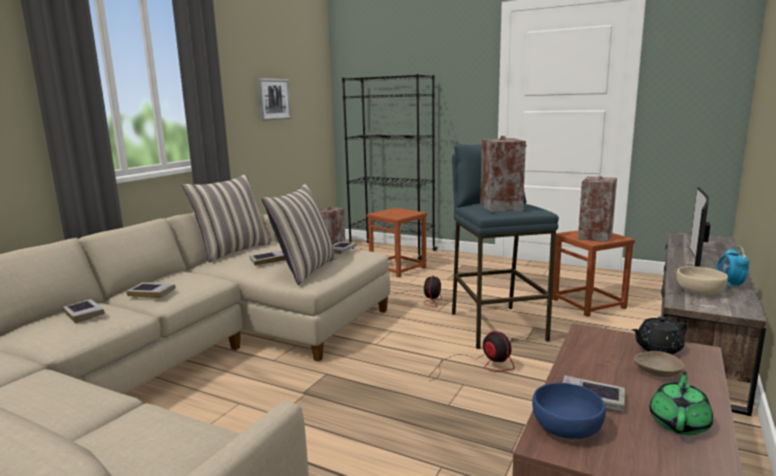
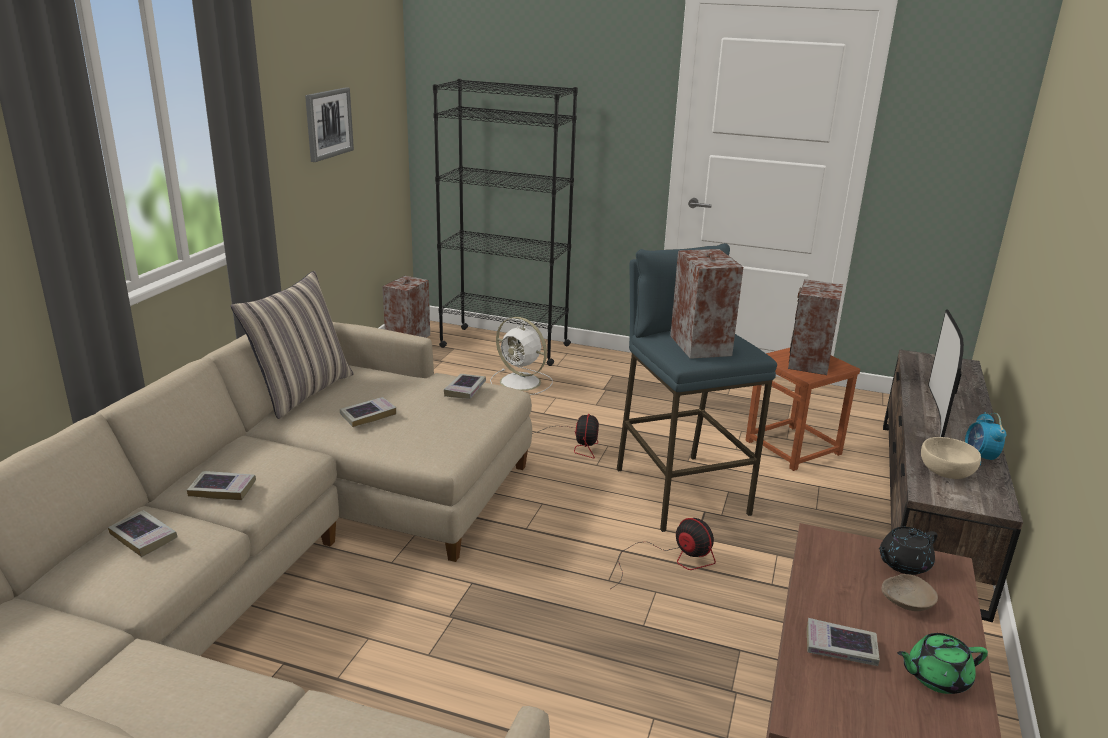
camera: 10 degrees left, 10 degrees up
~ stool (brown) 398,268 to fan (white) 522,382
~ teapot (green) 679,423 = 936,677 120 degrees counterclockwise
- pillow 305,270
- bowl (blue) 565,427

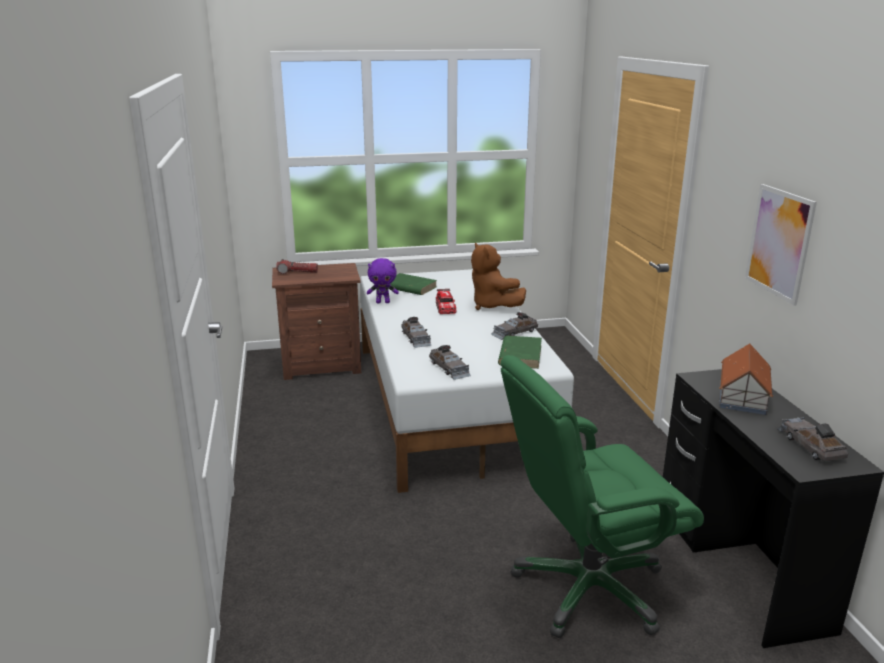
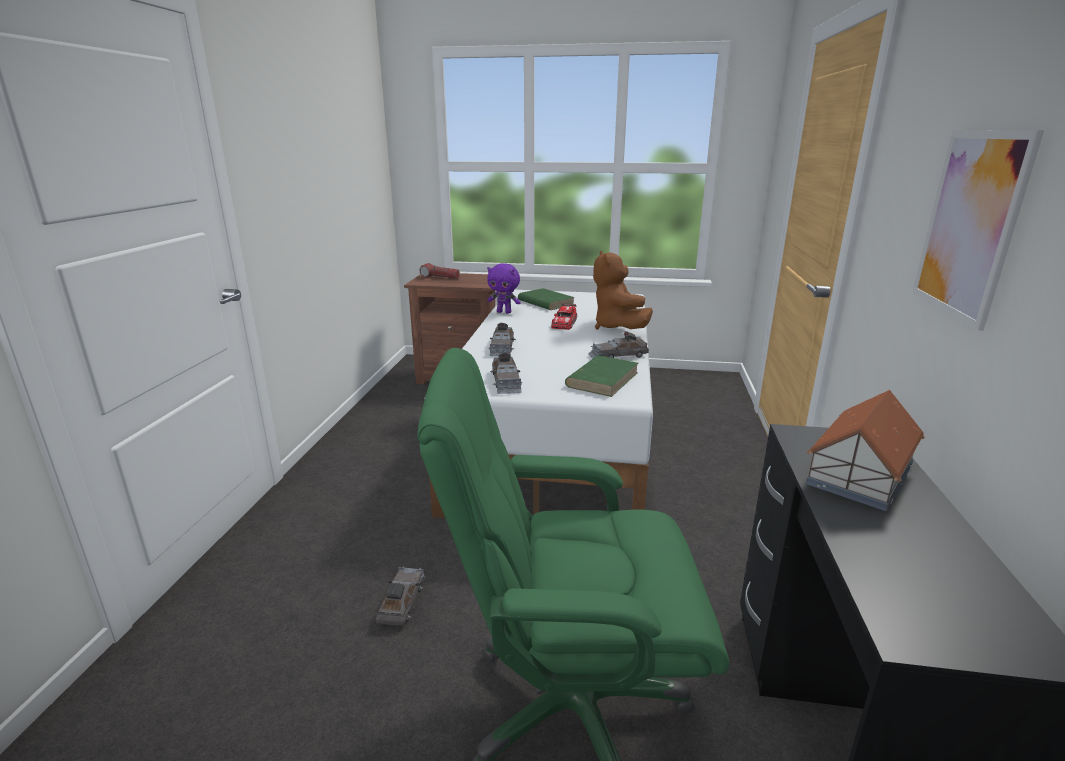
camera: 20 degrees right, 0 degrees up
~ toy car (grey) 810,445 to 402,601

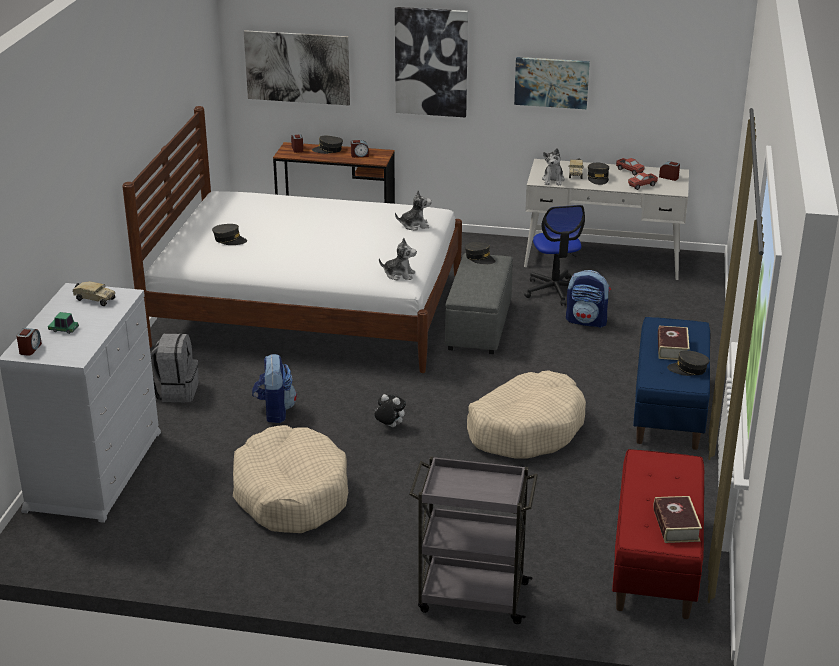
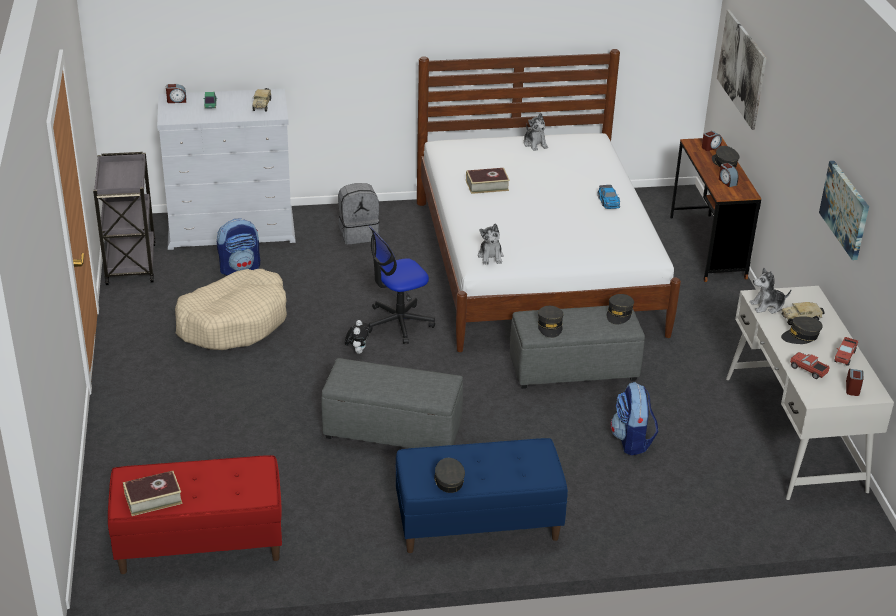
camera: 70 degrees right, 5 degrees up
~ cart (grey) 471,597 to 131,263
~ backpack 275,411 to 240,268
~ dog bed (beige) 526,429 to ottoman (grey) 391,431
~ office chair 555,291 to 398,323
~ book 672,348 to 487,185
~ plush toy 414,225 to 535,144
~ cap (grey) 229,240 to 550,326
+ toy car 608,201
- picture 431,62

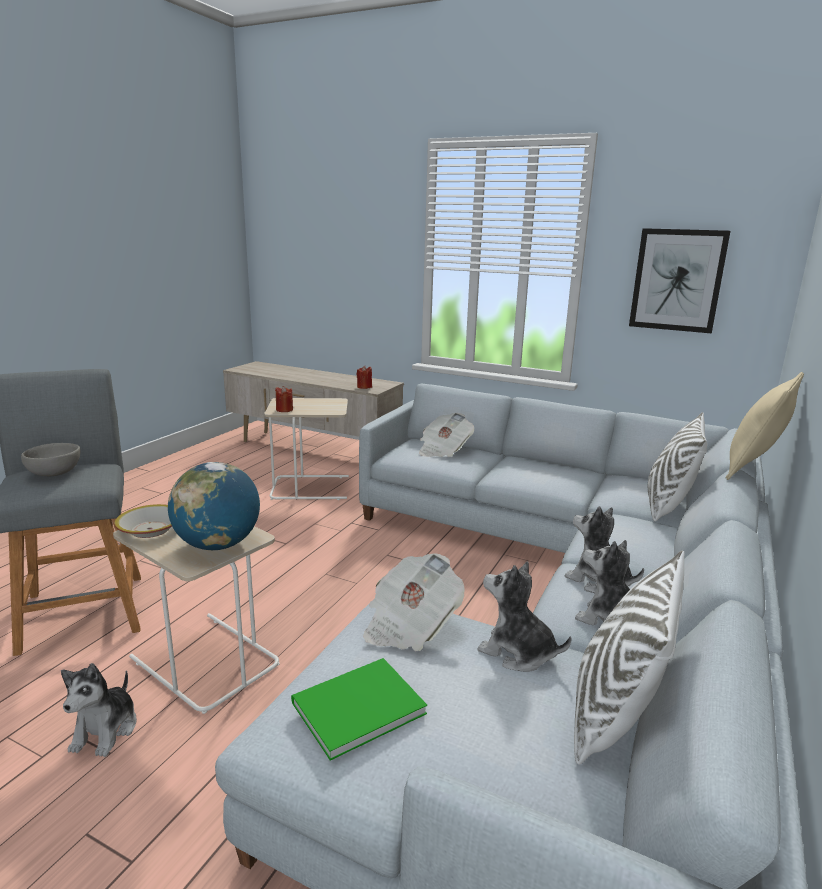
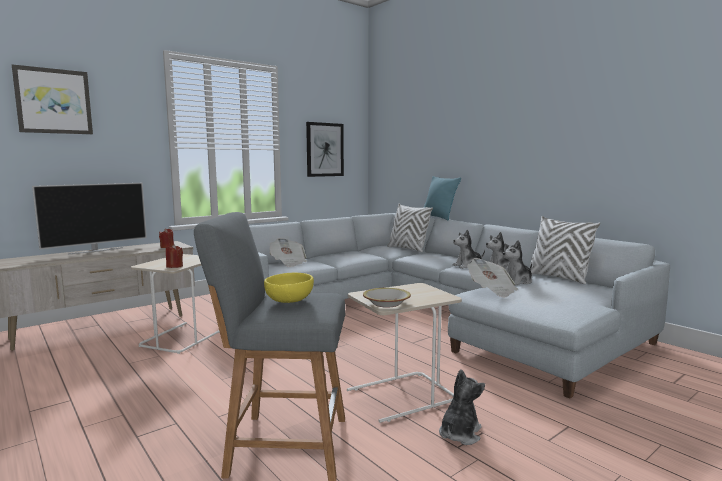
camera: 65 degrees left, 10 degrees down
+ picture 54,101
+ television 96,251
~ bowl (grey) 54,473 to bowl (yellow) 290,301
~ pillow (beige) 753,468 to pillow (turquoise) 438,217
~ plush toy 106,730 = 459,434 90 degrees counterclockwise
- globe 218,545
- book (green) 354,707

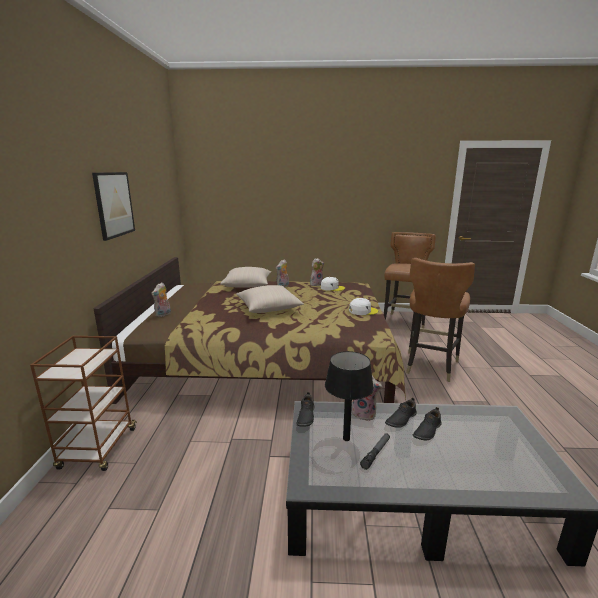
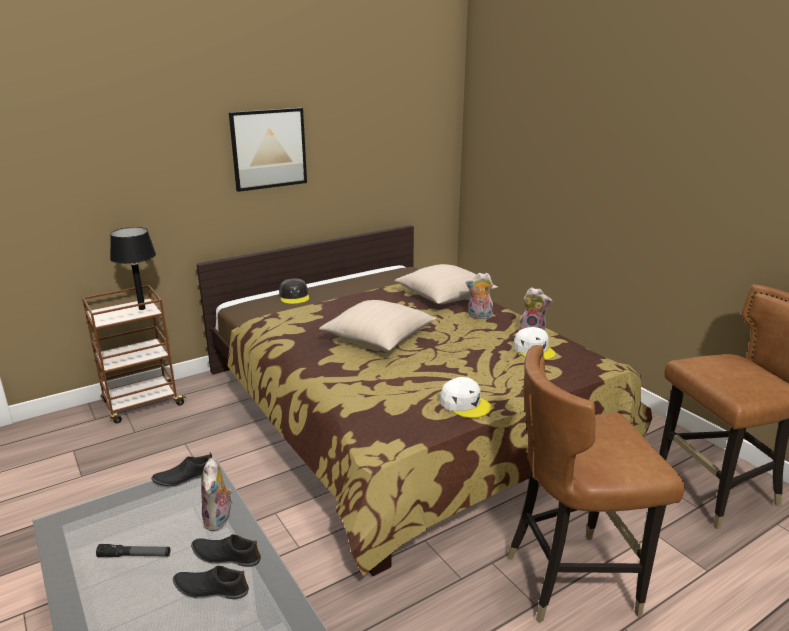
camera: 55 degrees right, 5 degrees up
~ table lamp (black) 346,438 to 142,308
~ plush toy 163,315 to cap (grey) 294,296

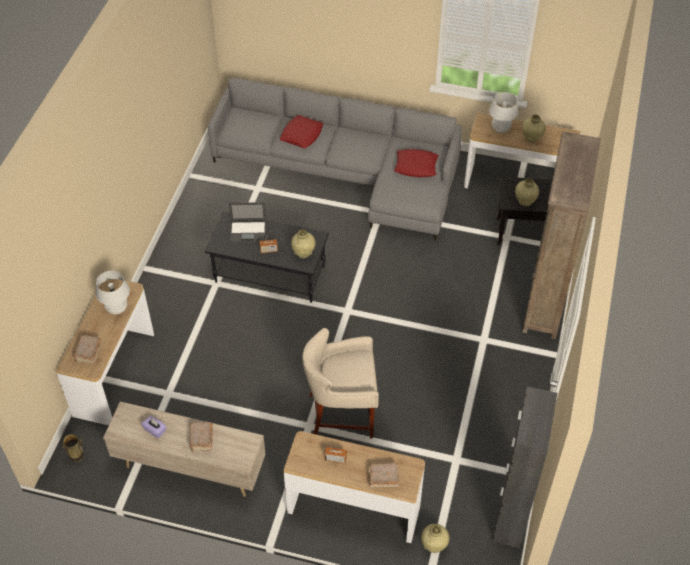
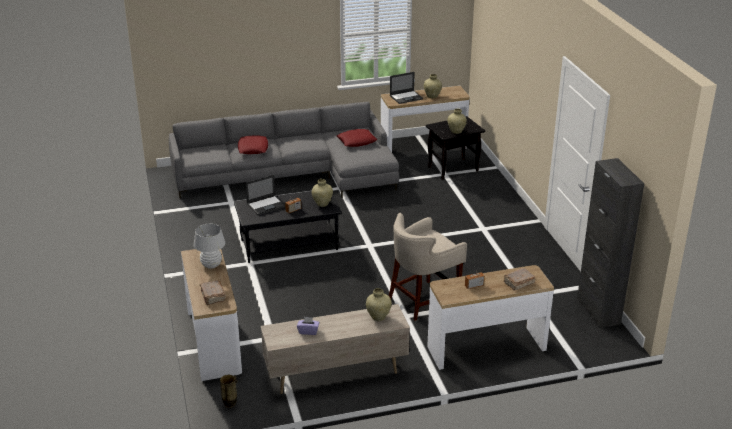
camera: 30 degrees left, 20 degrees down
~ vase (beige) 434,545 to 378,317
~ table lamp (white) 501,129 to laptop 406,97
- book (brown) 201,440
- bookcase (brown) 545,303

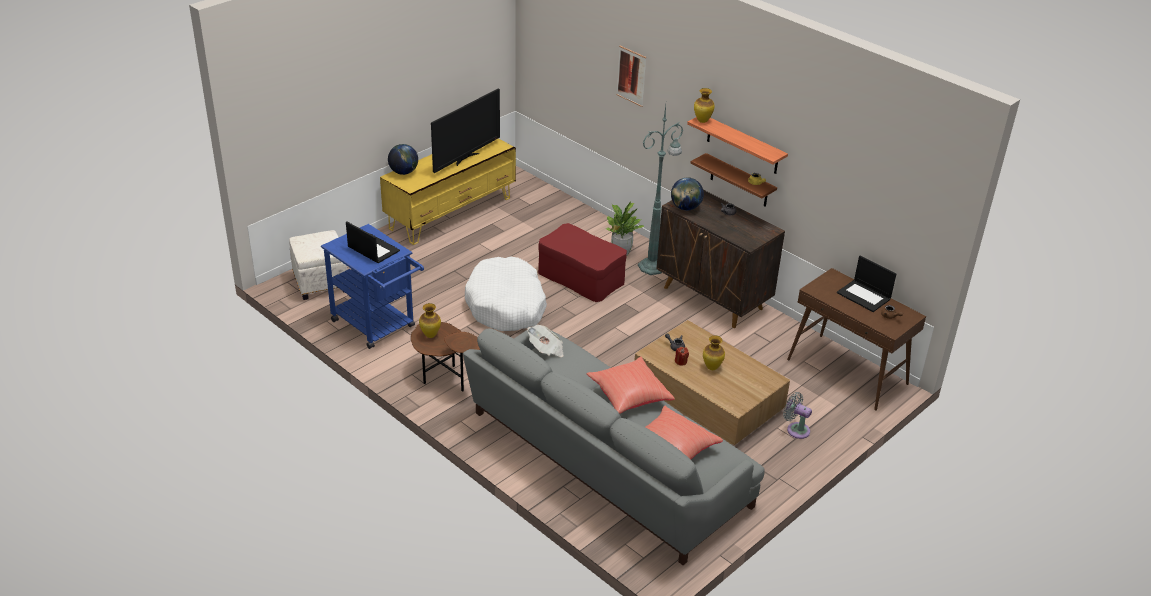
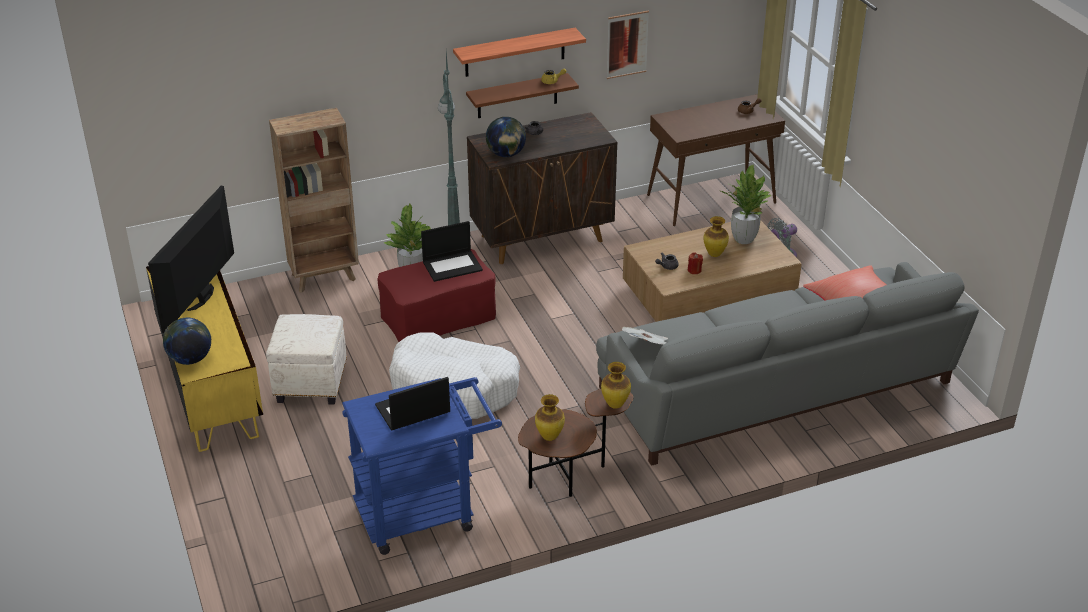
camera: 65 degrees left, 0 degrees up
~ television 465,158 = 203,298 135 degrees counterclockwise
~ ottoman (white) 320,284 to 311,385
+ bookcase (brown) 325,277
~ laptop 864,296 to 452,265
~ vase 702,121 to 615,405
~ picture 631,76 to 627,44
+ potted plant 743,239
- pillow (red) 628,396

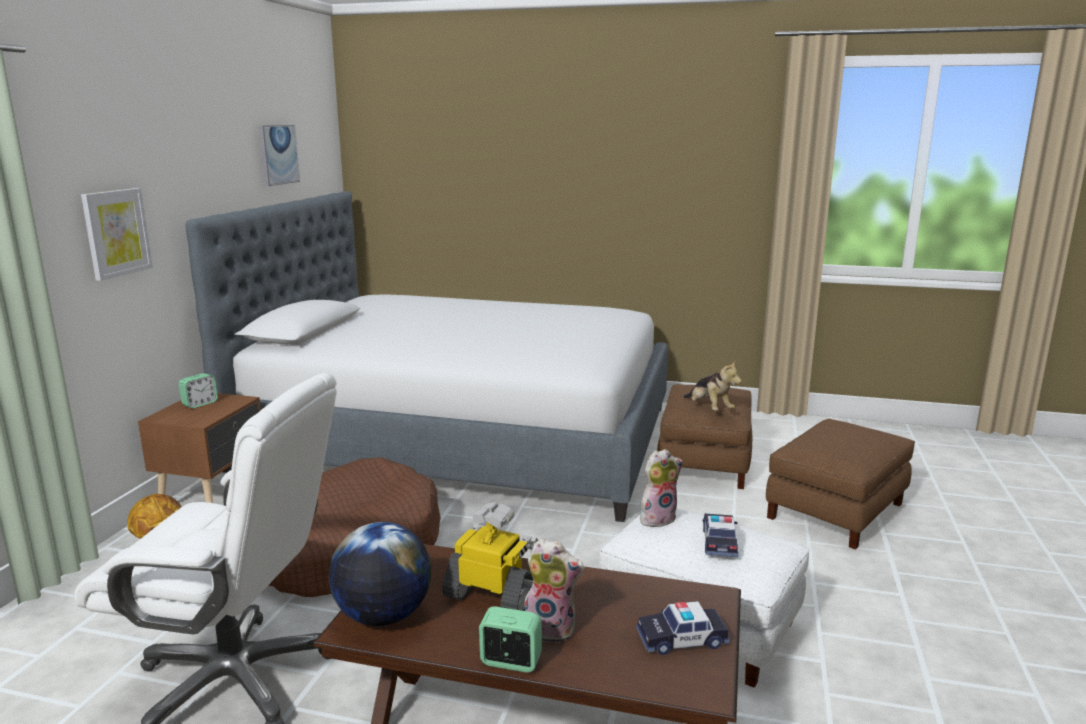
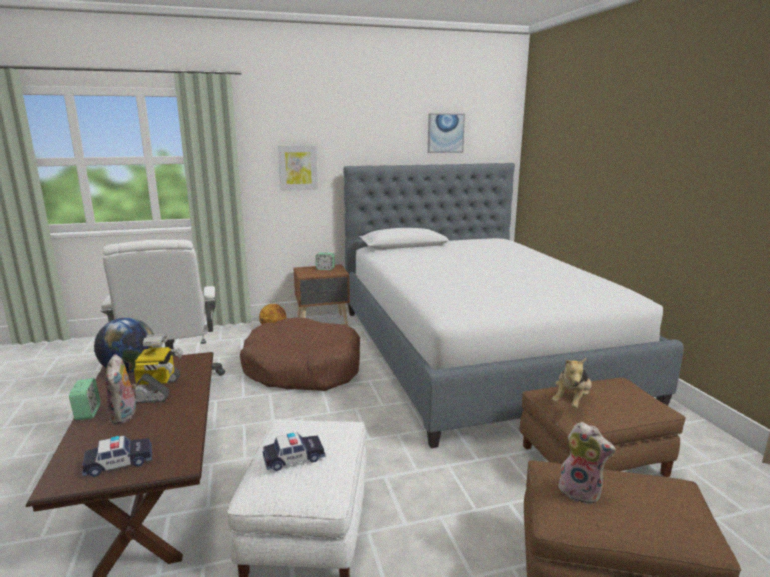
camera: 60 degrees right, 0 degrees up
~ toy car 681,639 = 119,463 105 degrees clockwise
~ plush toy 657,518 to 581,492

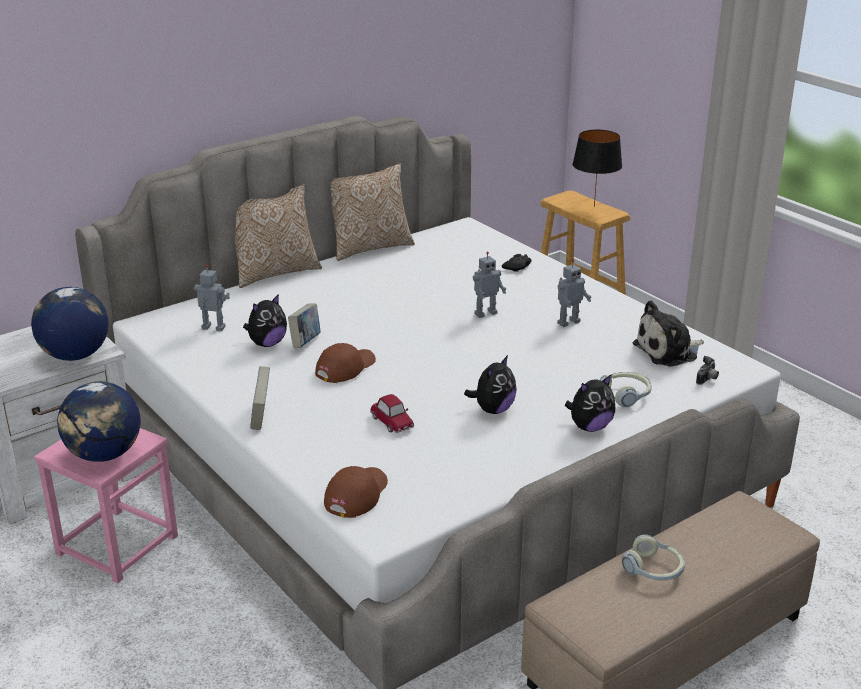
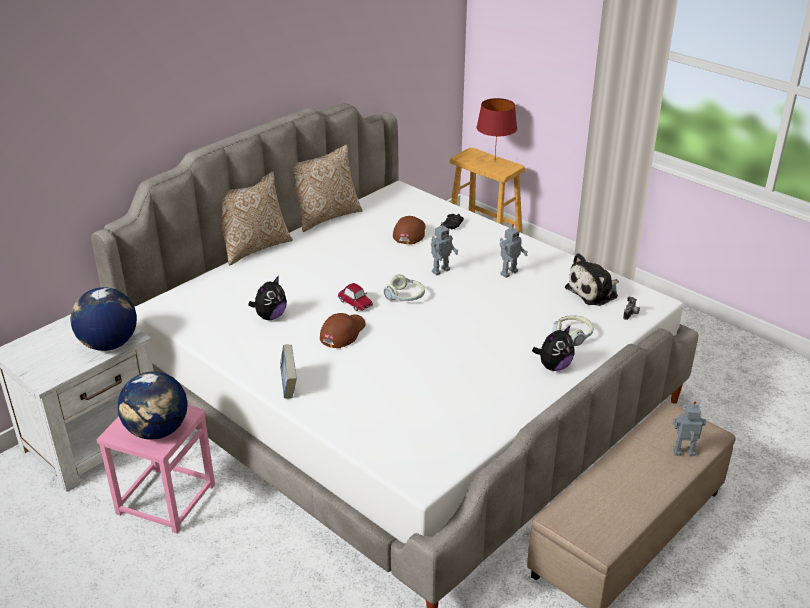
camera: 10 degrees left, 5 degrees up
~ toy car 392,422 to 355,303
~ headphones 654,570 to 405,296
~ cap (brown) 356,494 to 410,233
~ table lamp (black) 593,206 to table lamp (red) 494,161
~ toy robot 212,328 to 684,453
- book 305,343
- plush toy 493,410

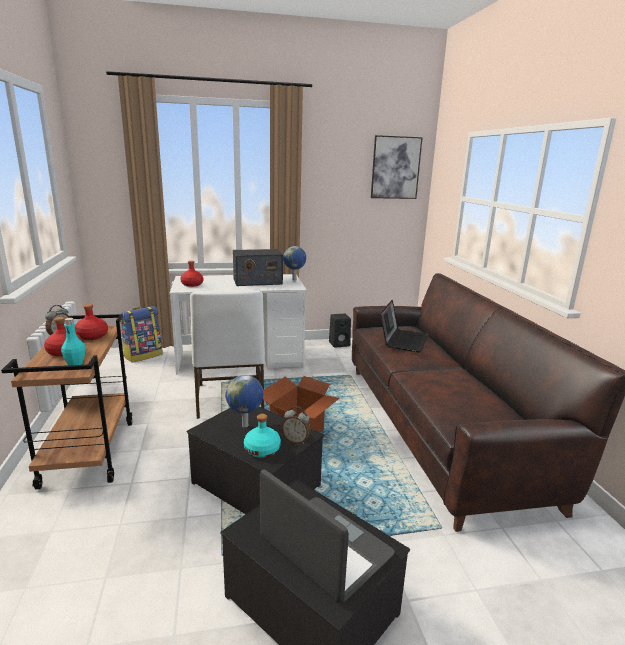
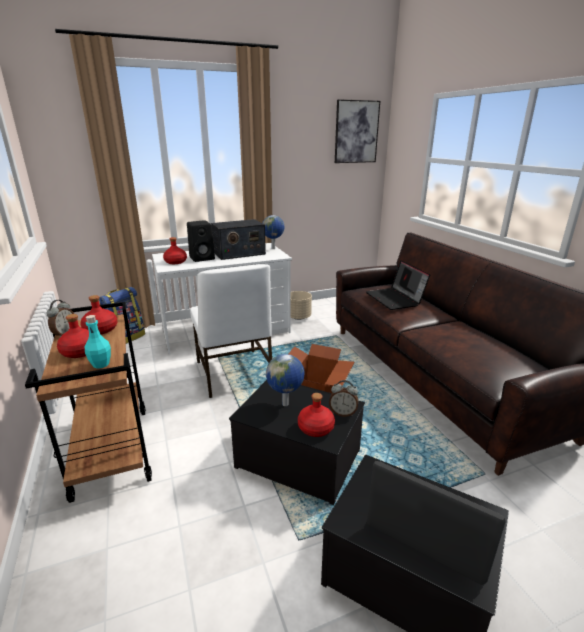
camera: 10 degrees left, 5 degrees up
~ speaker (black) 340,344 to 203,258
+ planter (beige) 298,317
~ bottle (turquoise) 262,450 to bottle (red) 316,428
~ laptop 403,340 = 395,299 150 degrees clockwise

